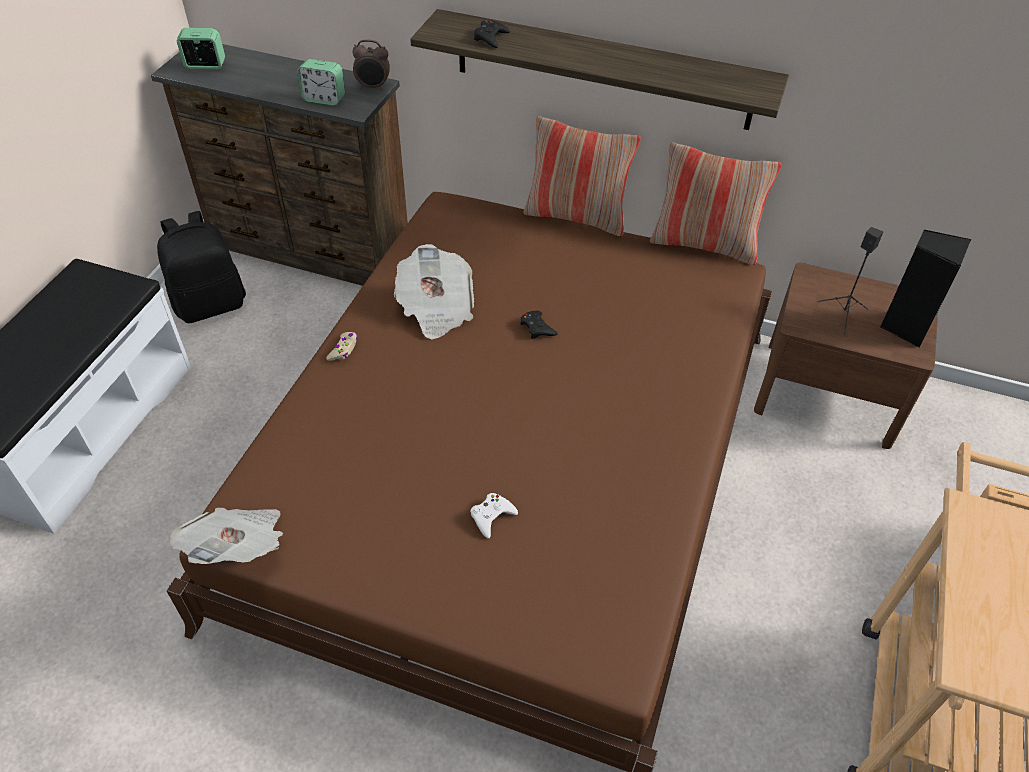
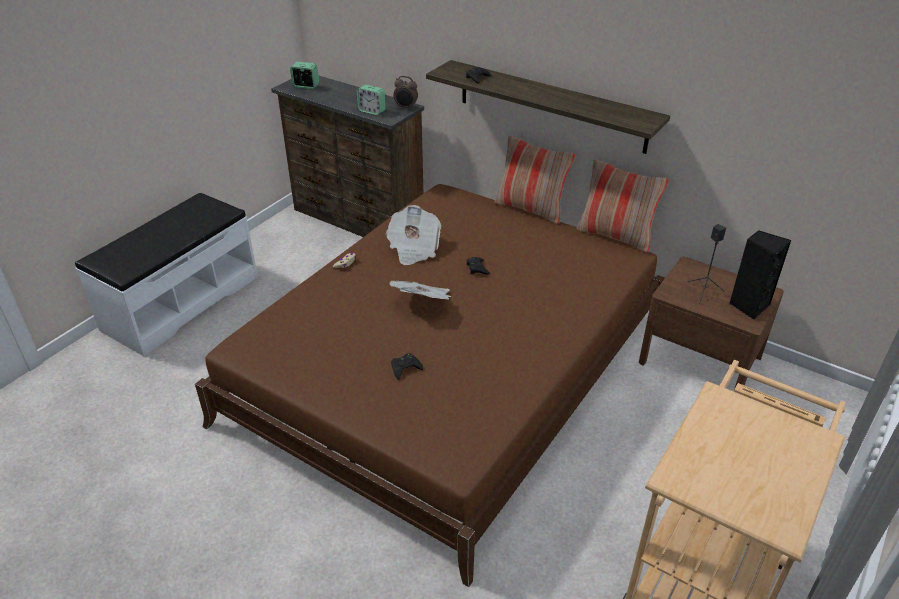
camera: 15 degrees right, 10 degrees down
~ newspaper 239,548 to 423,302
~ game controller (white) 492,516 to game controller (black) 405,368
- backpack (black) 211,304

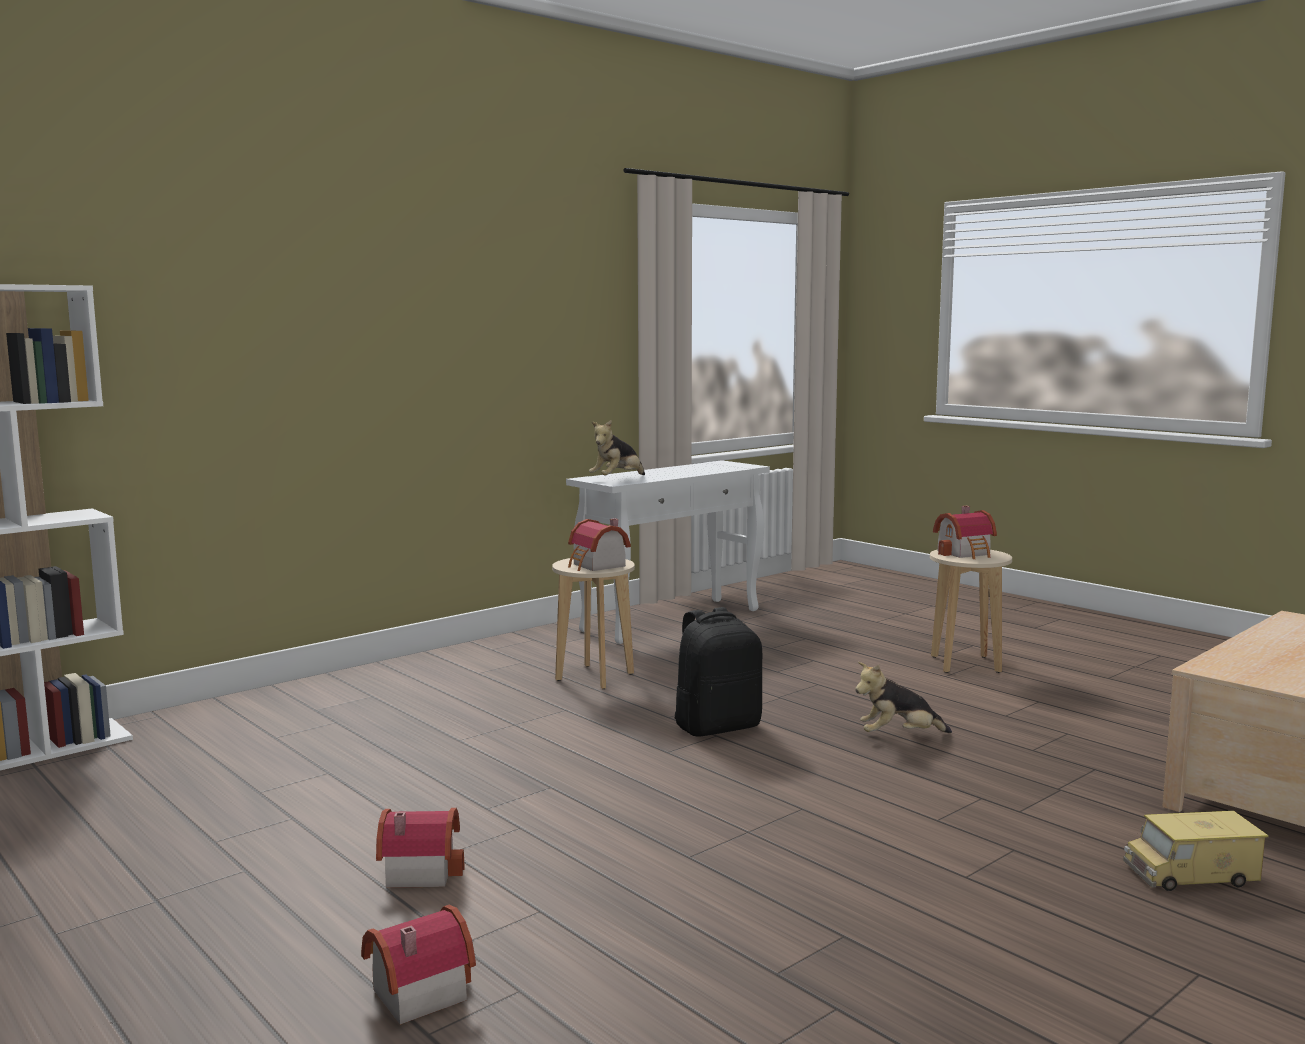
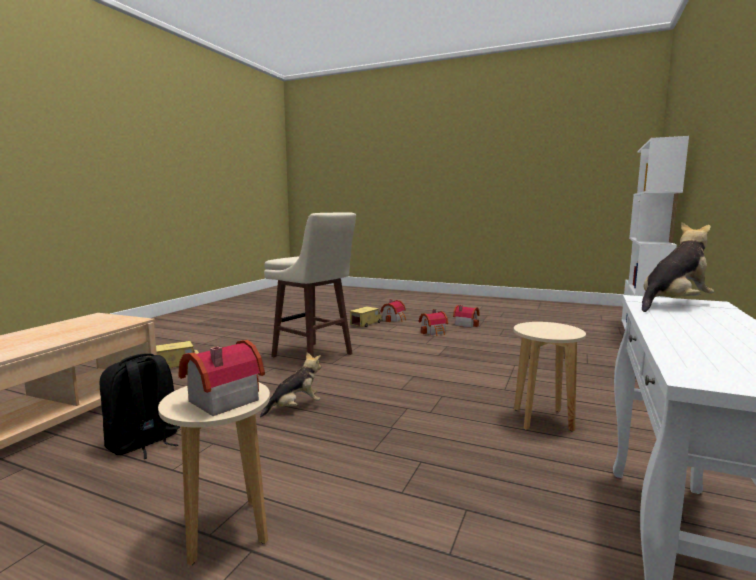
camera: 155 degrees right, 0 degrees up
~ backpack (black) 717,727 to 144,443
+ stool (beige) 313,356
+ toy truck 366,323
~ toy house 597,566 to 466,324
~ plush toy 617,480 = 673,305 45 degrees clockwise

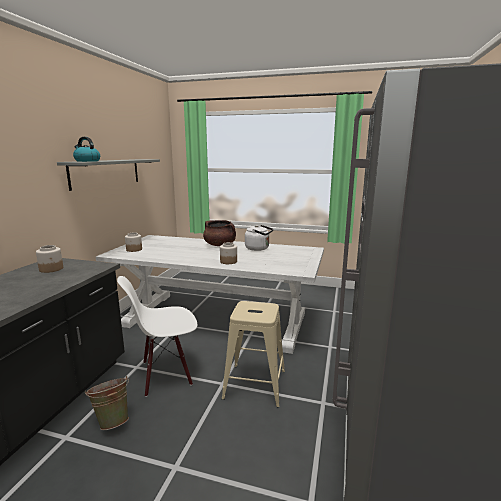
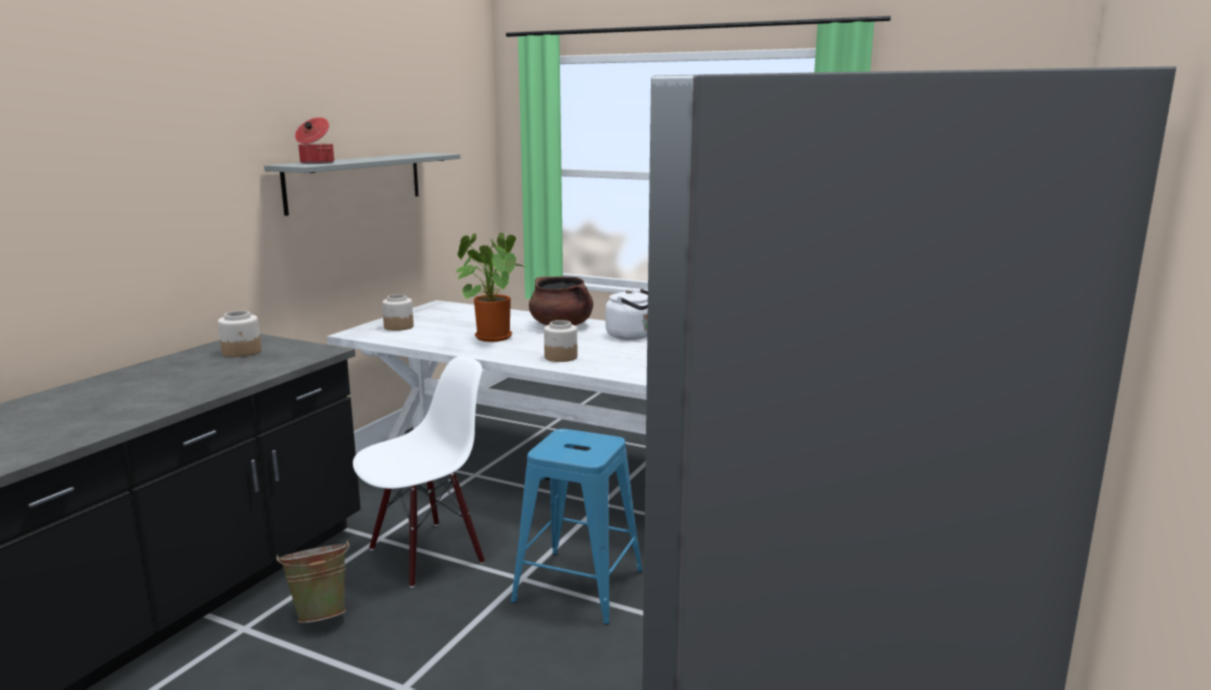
camera: 10 degrees right, 0 degrees up
~ kettle 87,161 to cooking pot 316,163
~ chair (white) 166,374 = 426,554 150 degrees clockwise
+ potted plant 490,336
~ stool (beige) 255,384 to stool (blue) 579,586

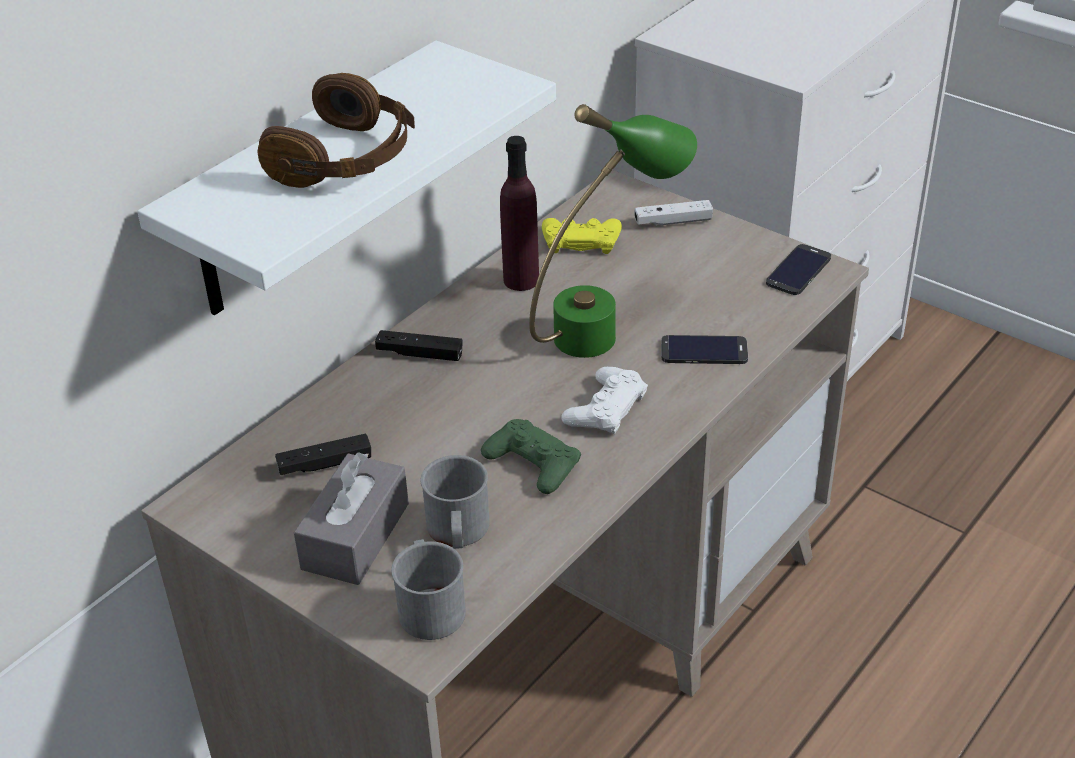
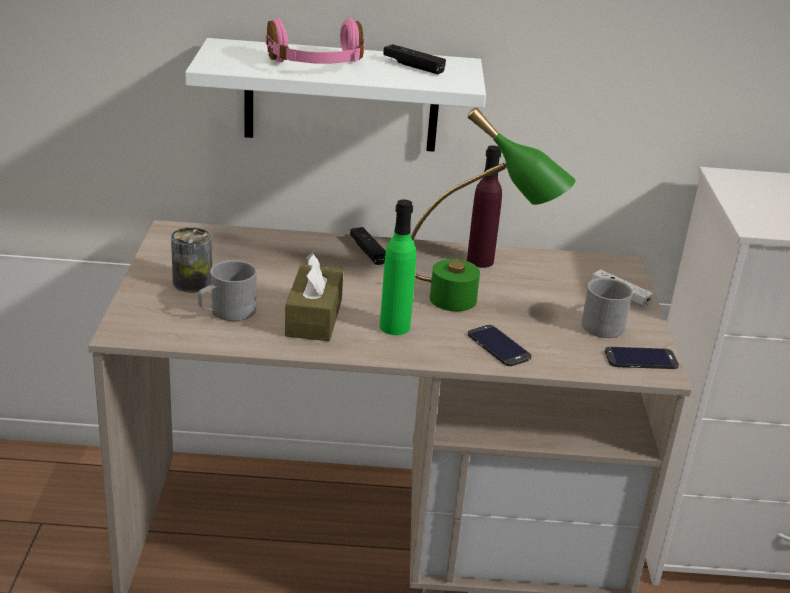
camera: 50 degrees right, 10 degrees down
~ tissue box (grey) 355,536 to can 192,282
~ headphones (brown) 346,160 to headphones (pink) 317,65
~ game controller (green) 532,463 to tissue box (brown) 314,317
~ game controller (white) 605,408 to bottle (green) 394,327
~ game controller (black) 325,464 to 413,66
~ mug (grey) 430,606 to 606,324
- game controller (yellow) 581,241

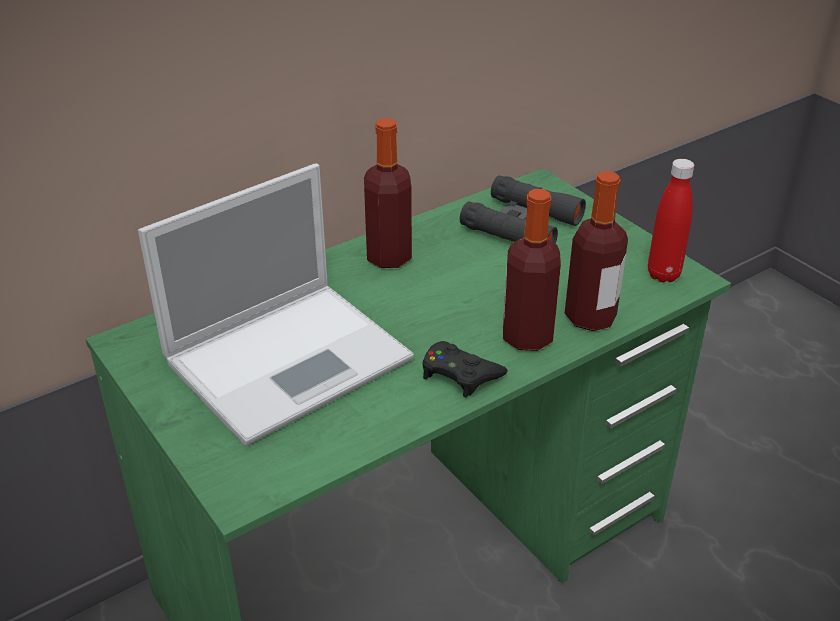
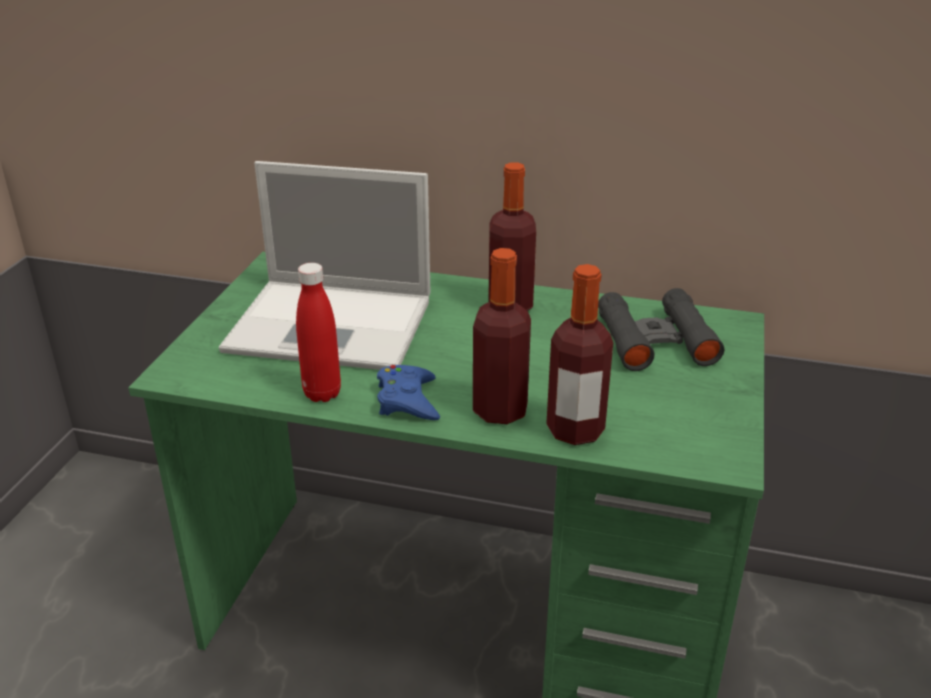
camera: 50 degrees right, 5 degrees down
~ bottle (red) 663,274 to 322,393
~ game controller (black) 460,374 to game controller (blue) 408,400

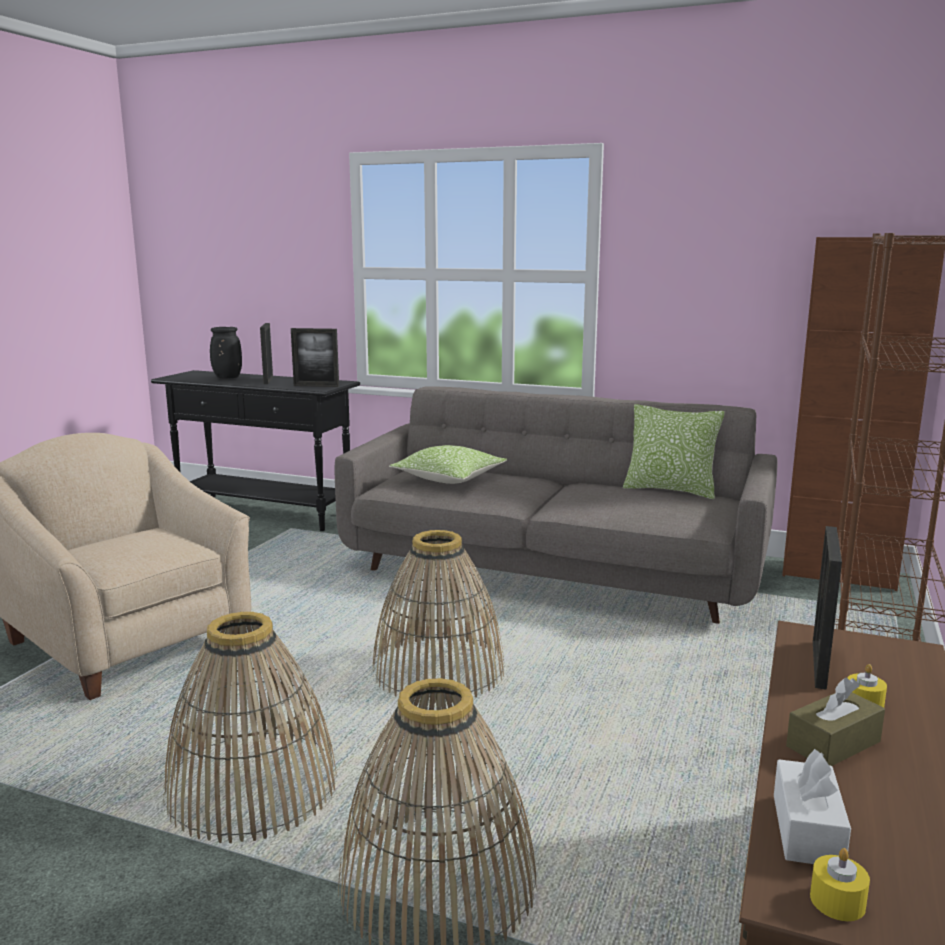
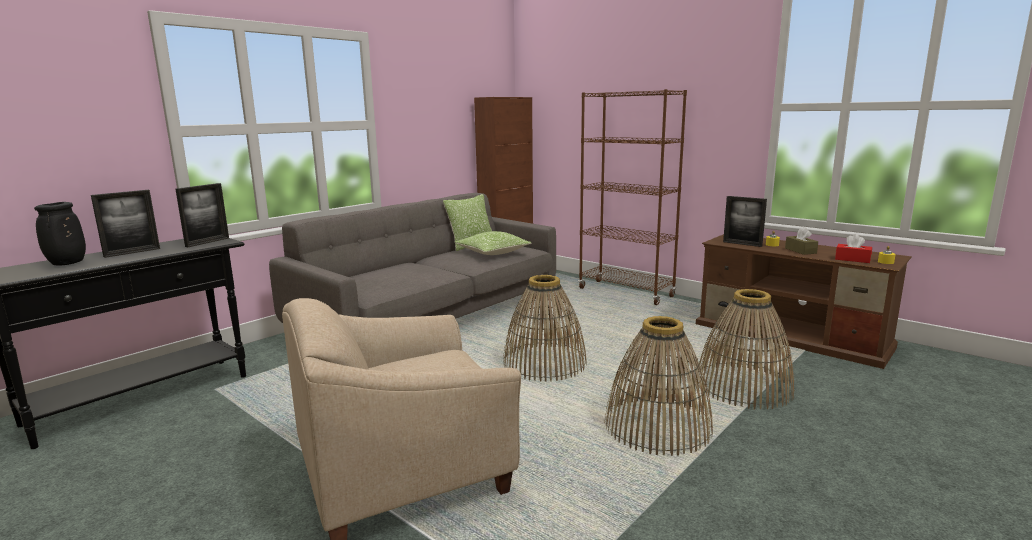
camera: 70 degrees left, 0 degrees up
~ picture frame 268,380 = 132,252 60 degrees counterclockwise
~ pillow 449,478 to 493,252
~ tissue box (white) 807,830 to tissue box (red) 852,259

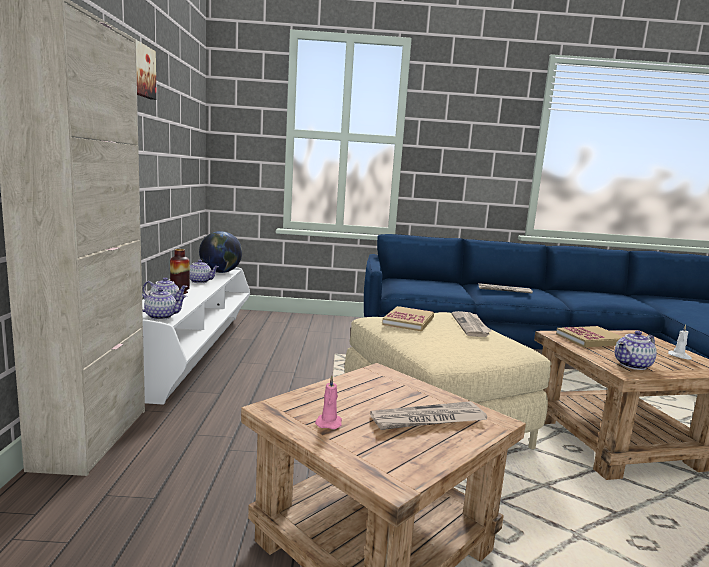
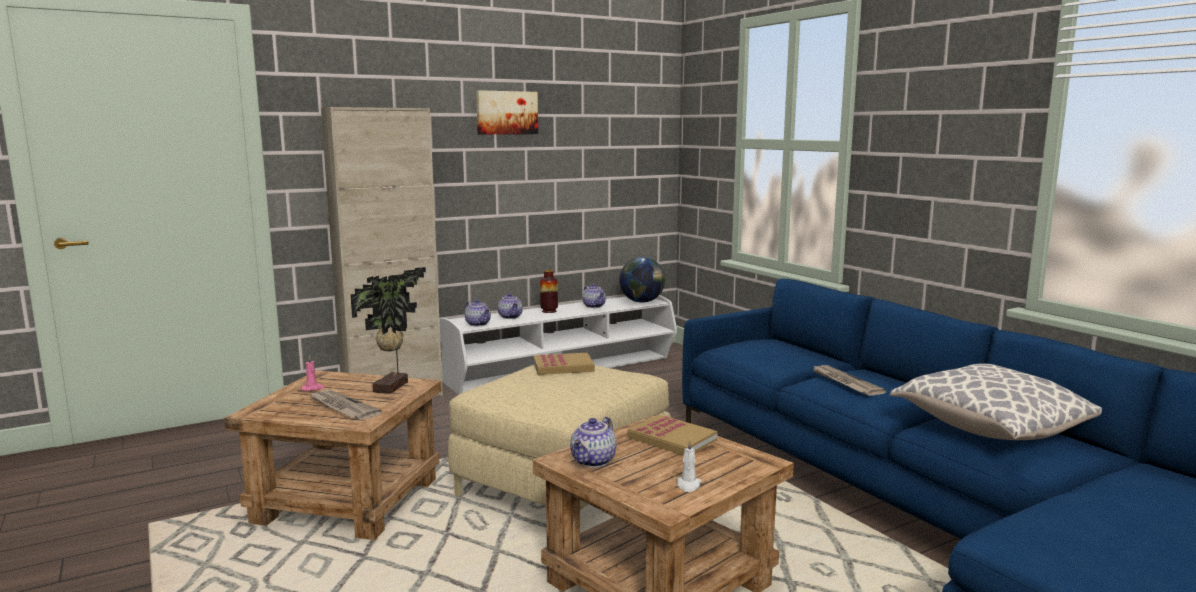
camera: 60 degrees right, 0 degrees up
+ potted plant 393,387
~ teapot 633,365 = 594,461 90 degrees counterclockwise
+ pillow 989,429
- newspaper 471,326

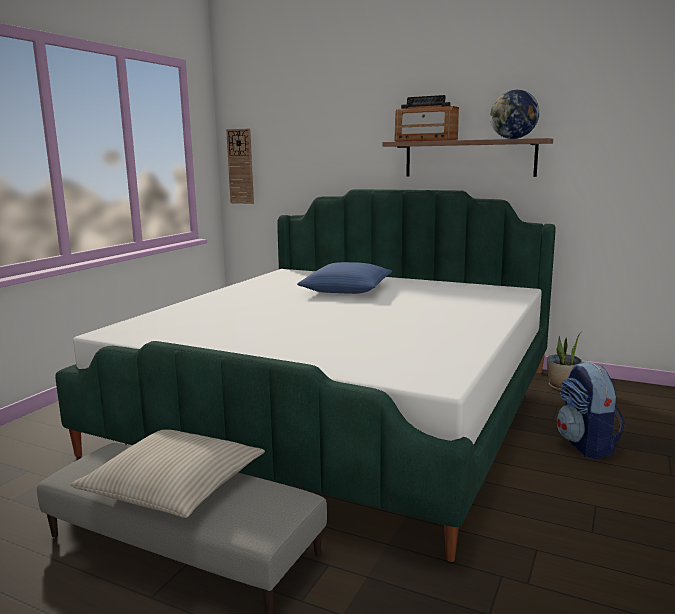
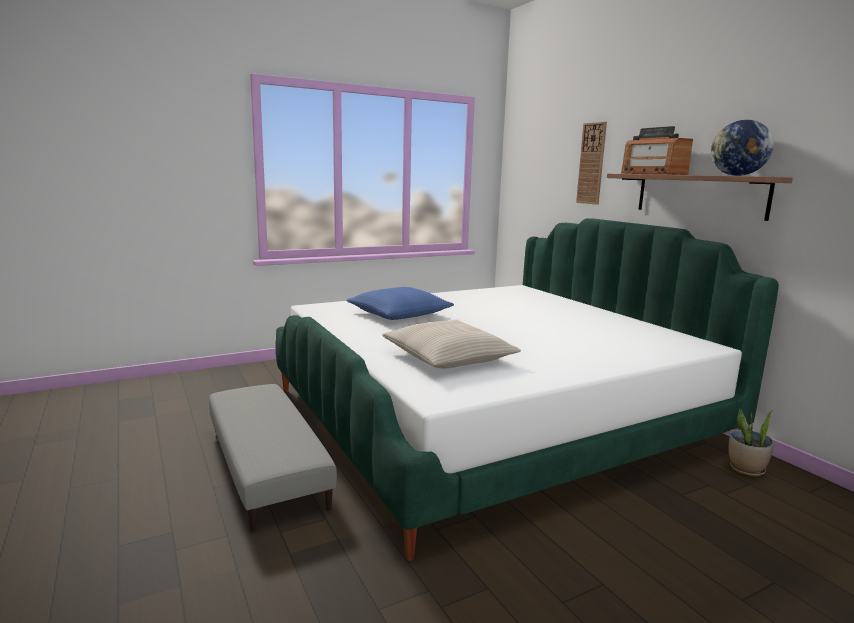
camera: 35 degrees right, 0 degrees up
~ pillow (blue) 346,289 to 399,314
~ pillow (beige) 174,486 to 448,358
~ wall clock 240,166 to 591,163
- backpack 586,445

